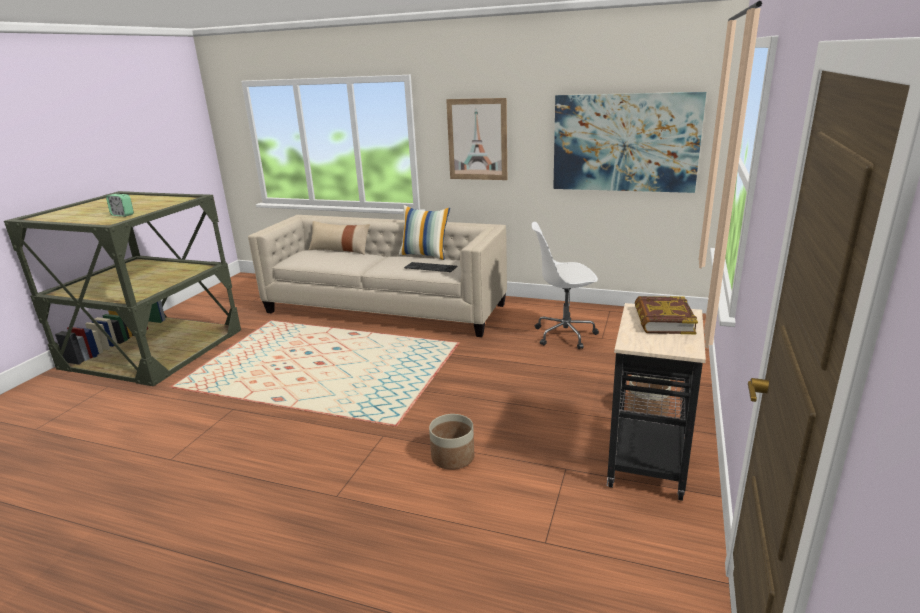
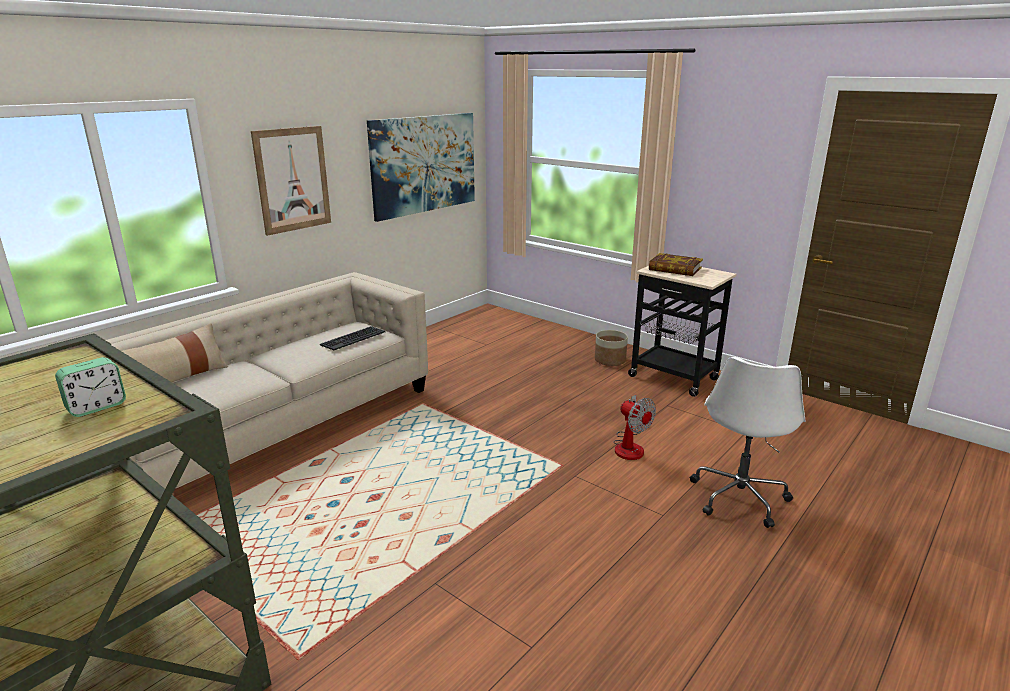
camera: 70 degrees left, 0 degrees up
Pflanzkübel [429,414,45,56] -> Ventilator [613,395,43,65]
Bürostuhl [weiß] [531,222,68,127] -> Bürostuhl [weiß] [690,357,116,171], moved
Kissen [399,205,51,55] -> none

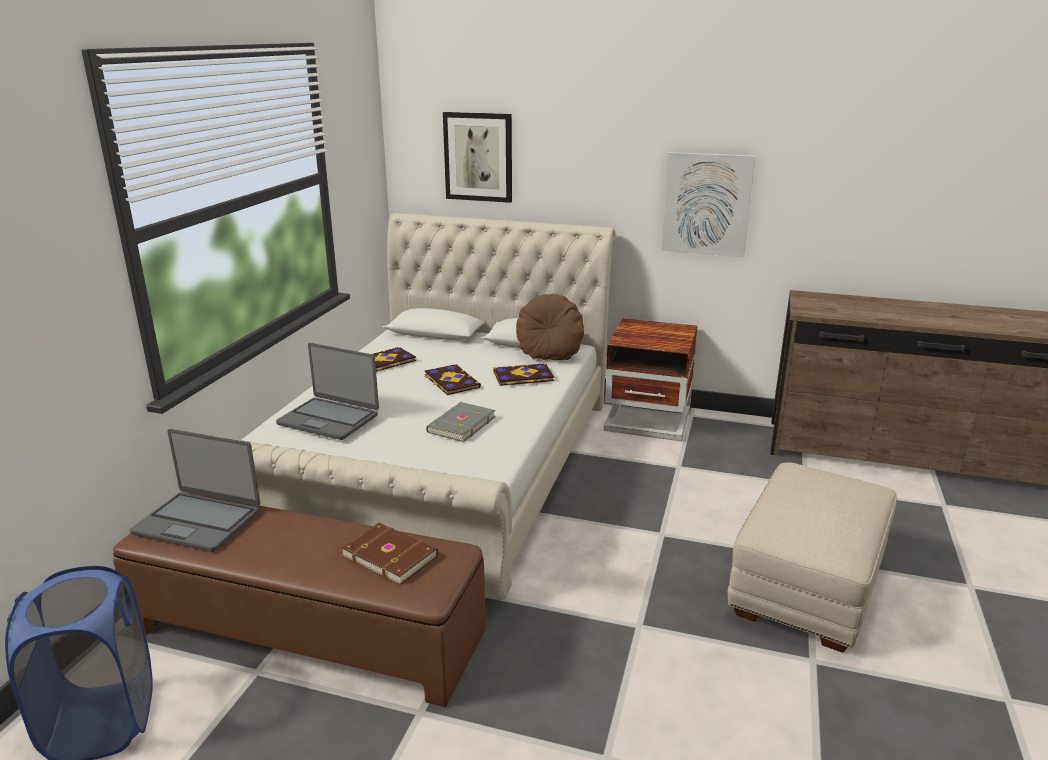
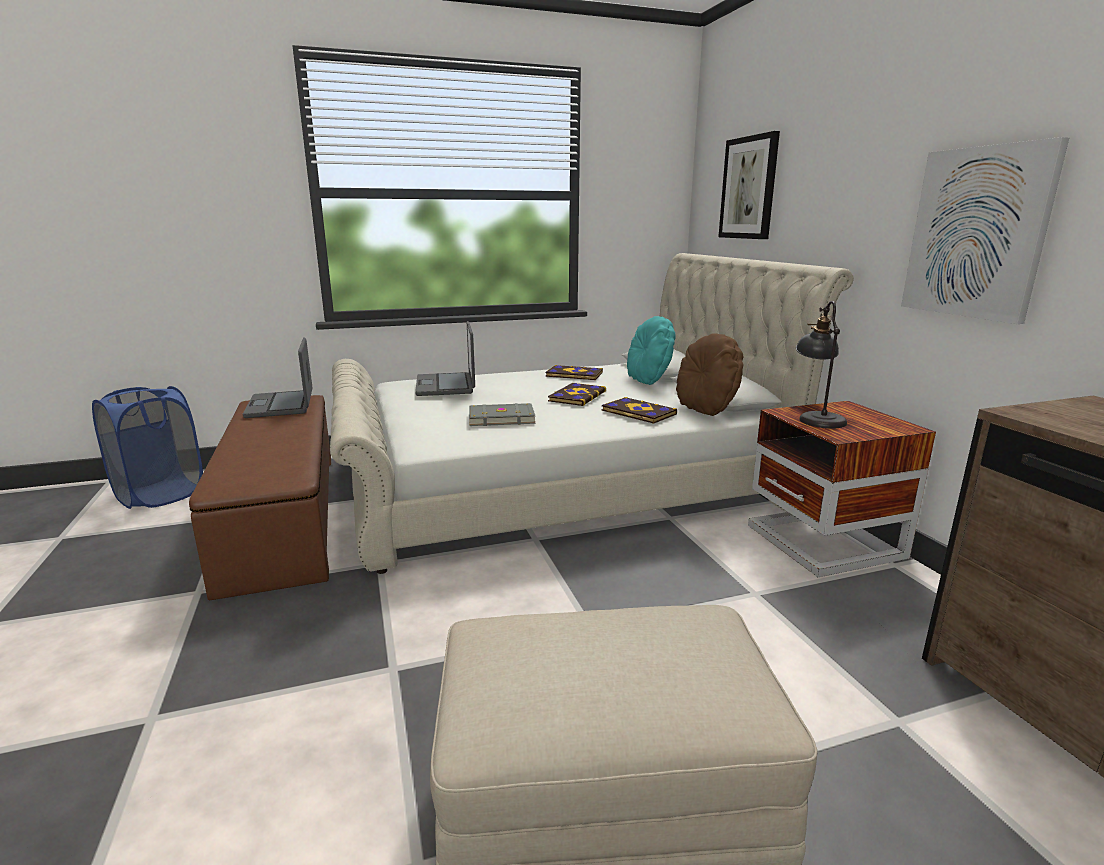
camera: 55 degrees right, 5 degrees down
none -> Kissen [türkis] [627,316,49,69]
none -> Tischlampe [grau] [796,301,51,128]
Buch [braun] [341,523,97,62] -> none

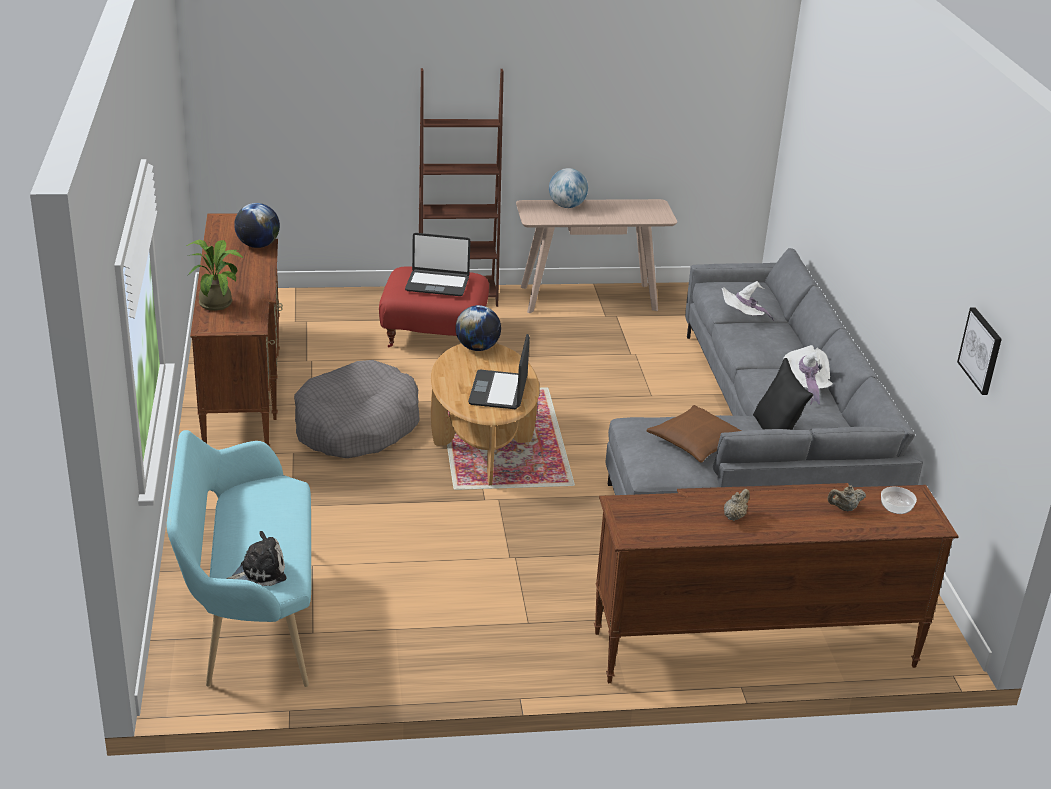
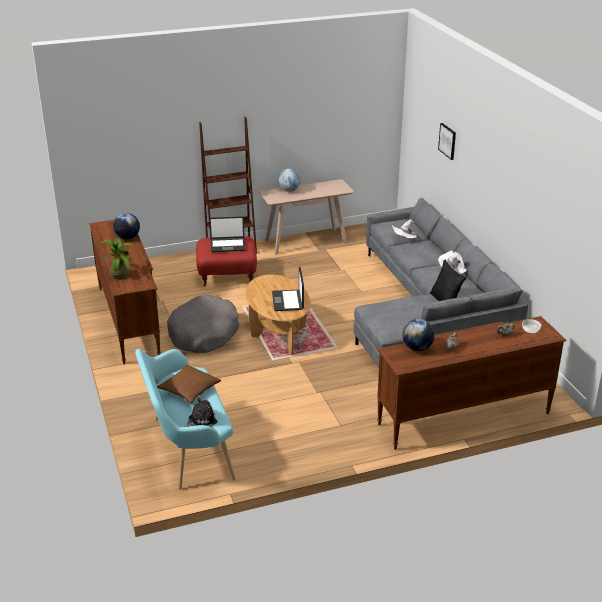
camera: 10 degrees left, 0 degrees up
Kissen [braun] [647,405,94,58] -> Kissen [braun] [157,365,64,39], moved
Globus [455,305,46,46] -> Globus [402,319,33,32], moved
Bild [957,307,45,88] -> Bild [438,123,18,37], moved

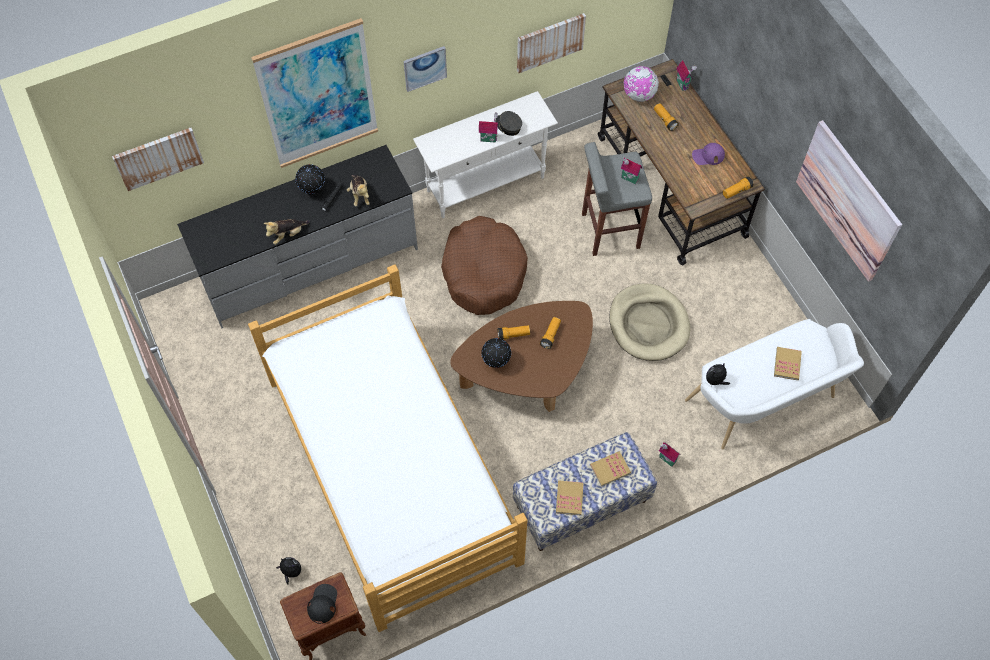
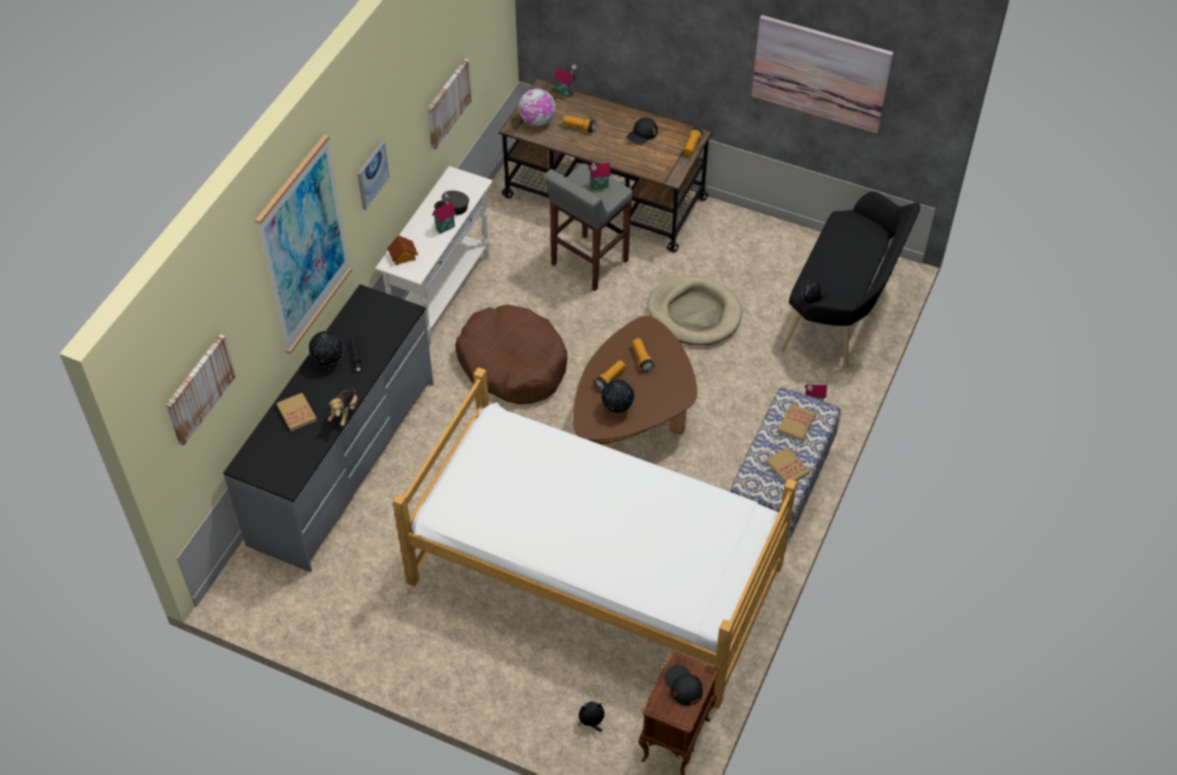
camera: 40 degrees left, 10 degrees down
Buch [774,347,28,33] -> Buch [276,393,41,39], moved
none -> Spielzeughaus [387,235,31,30]
Kappe [lila] [692,143,33,22] -> Kappe [schwarz] [627,118,31,27]
Bank [weiß] [685,319,179,130] -> Bank [schwarz] [781,191,139,176]
Plüschtier [347,175,23,31] -> none

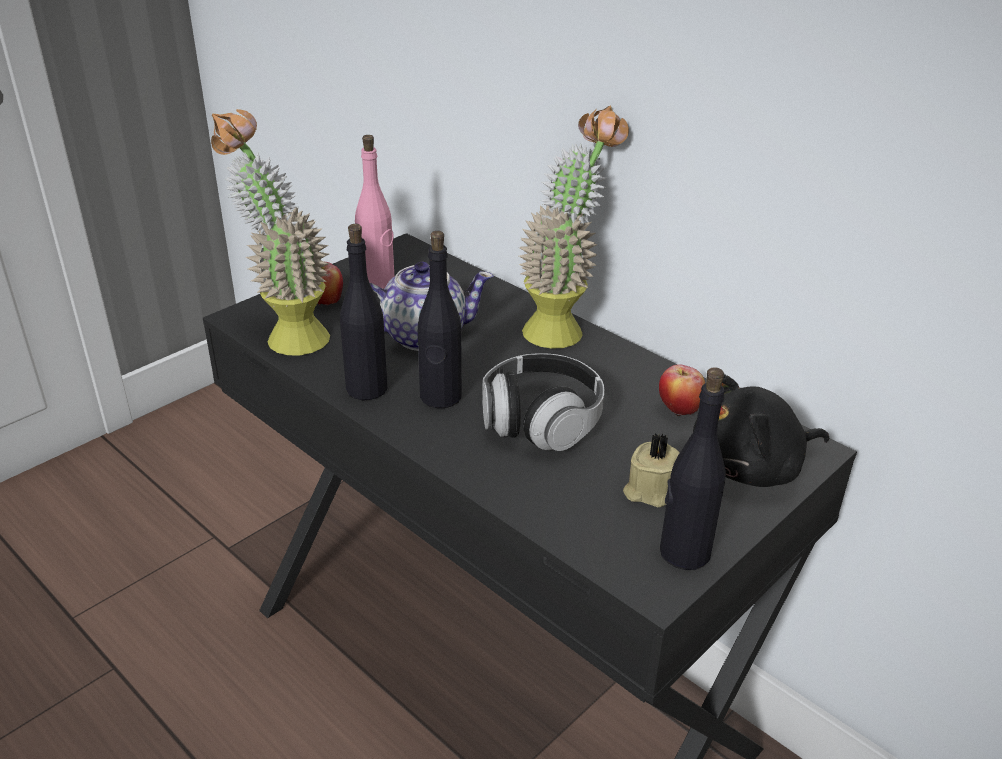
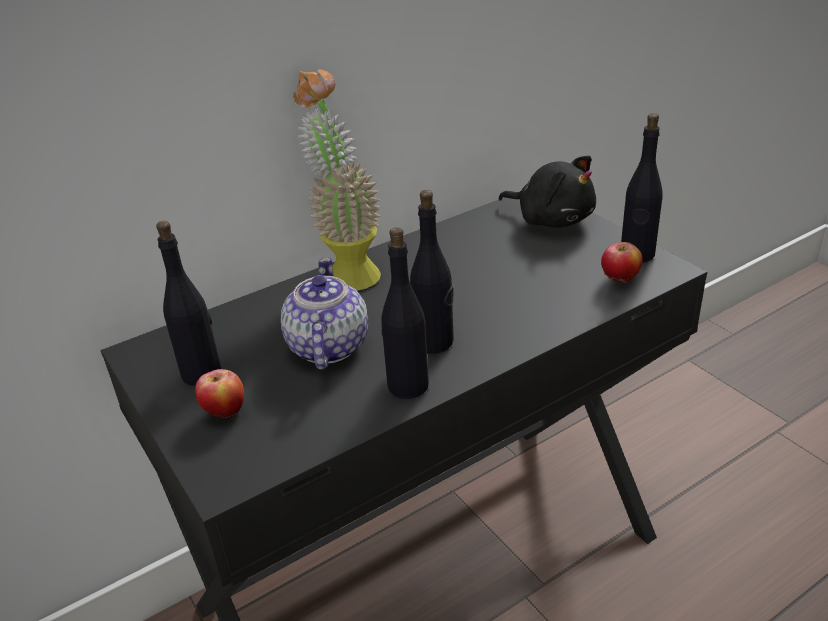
camera: 75 degrees left, 0 degrees up
Flasche [rosa] [355,135,39,154] -> Flasche [schwarz] [156,221,65,165]
Plüschtier [schwarz] [693,375,137,112] -> Plüschtier [schwarz] [499,155,97,73], 45 degrees counterclockwise
Apfel [659,364,46,52] -> Apfel [601,242,41,41], moved
Topfpflanze [211,109,119,246] -> none
Kopfhörer [482,353,122,98] -> none
Kerze [beige] [623,433,56,74] -> none

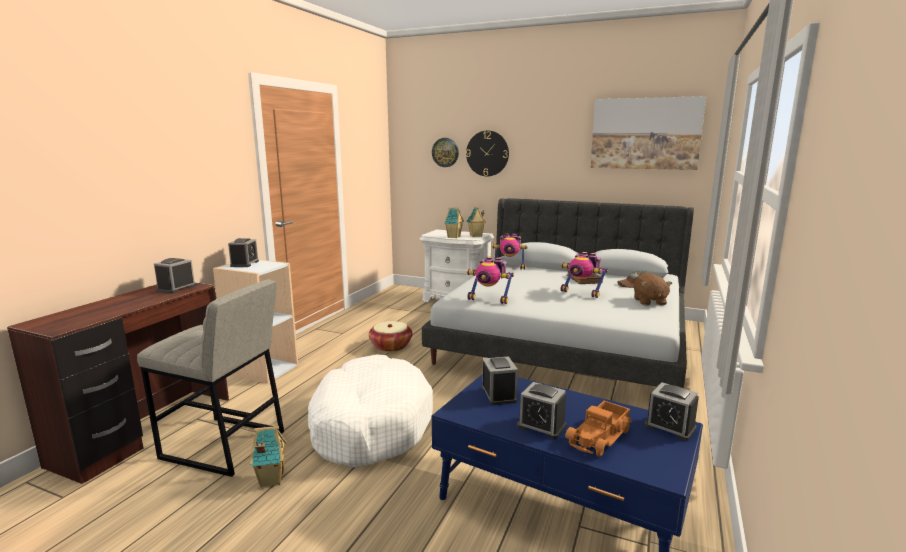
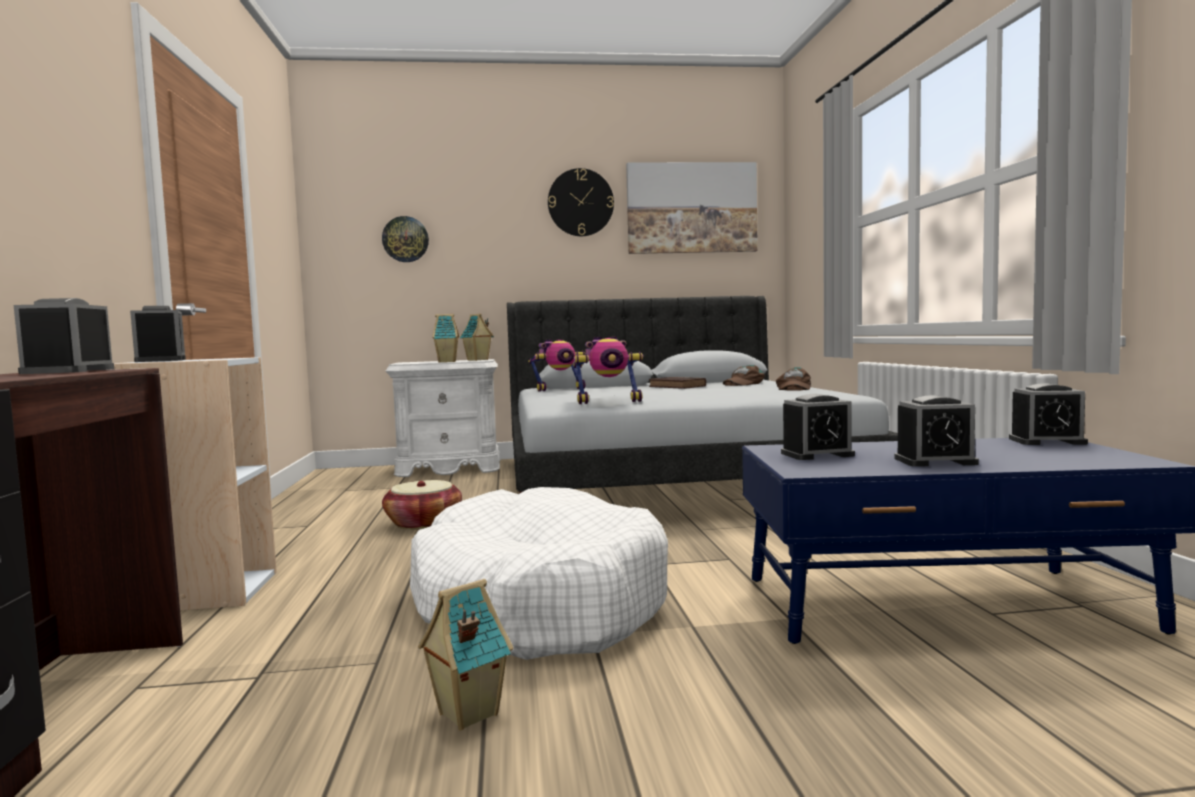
camera: 30 degrees left, 10 degrees down
Wanduhr [466,131,43,45] -> Wanduhr [548,168,66,68], moved
Plüschtier [braun] [634,273,38,32] -> Kappe [braun] [776,367,35,23]
Wecker [482,356,36,49] -> Wecker [781,394,74,66], 120 degrees clockwise
Stuhl [grau] [137,279,147,198] -> none
Spielzeugroboter [561,252,47,46] -> none
Spielzeuglaster [565,401,67,56] -> none

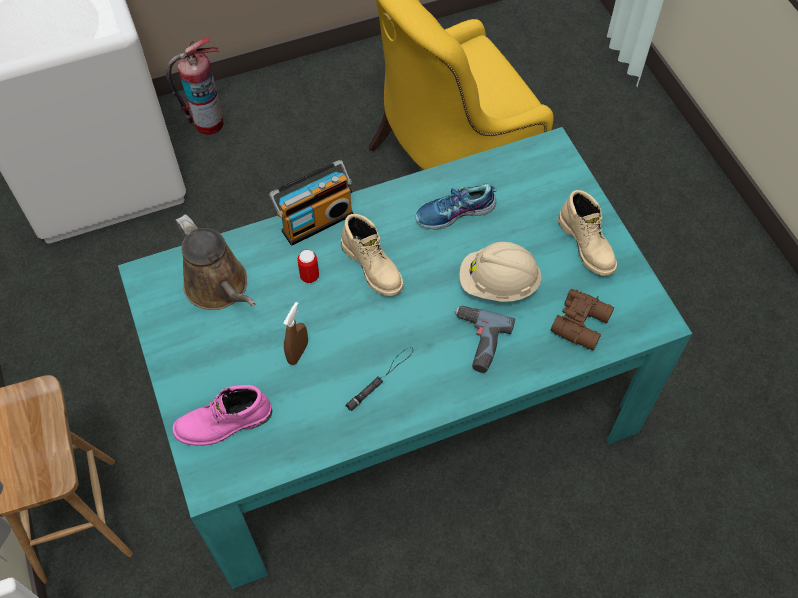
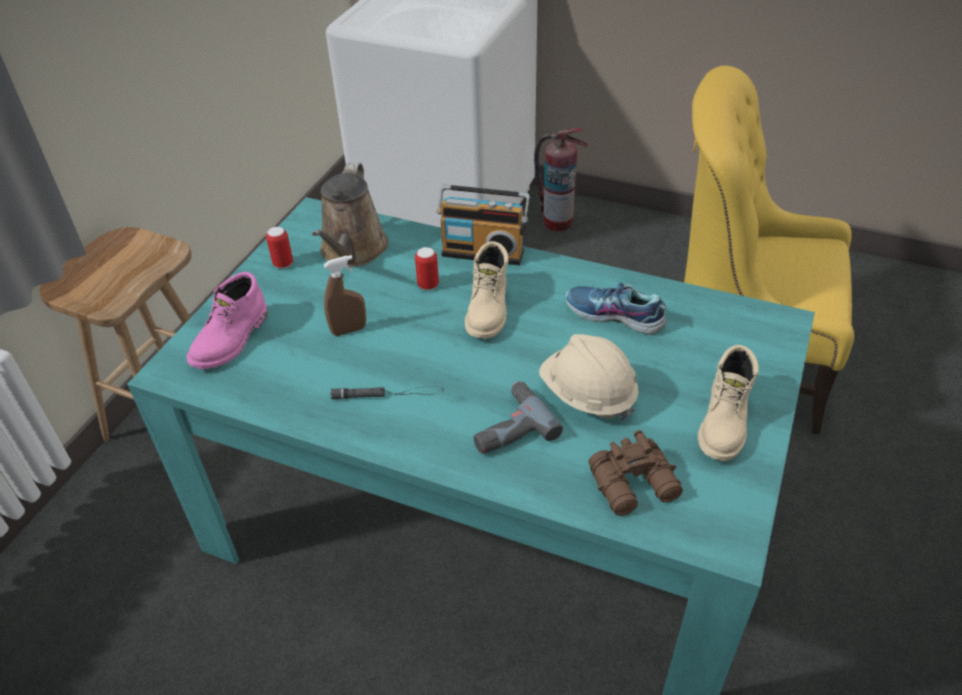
camera: 45 degrees right, 15 degrees down
Stiefel [rosa] [173,385,99,61] -> Stiefel [rosa] [187,272,81,97], 90 degrees counterclockwise
none -> Dose [266,227,27,41]

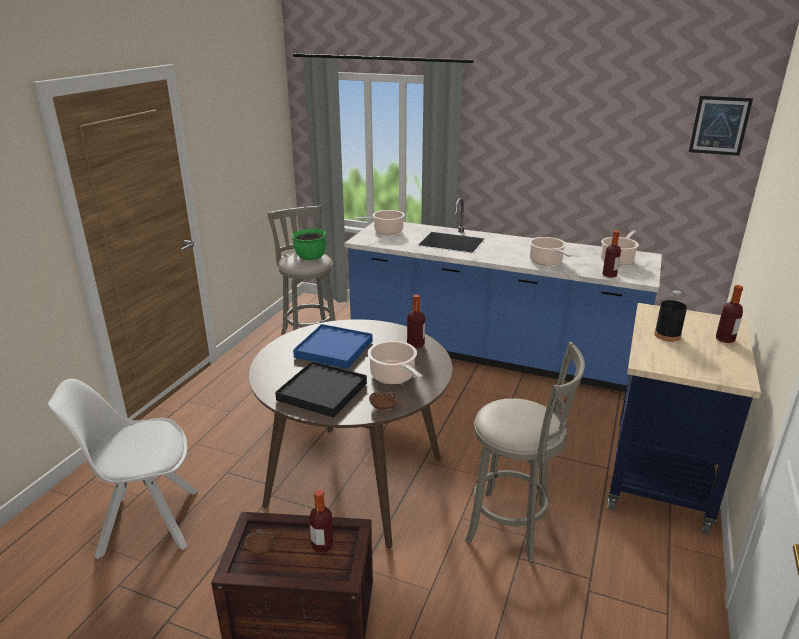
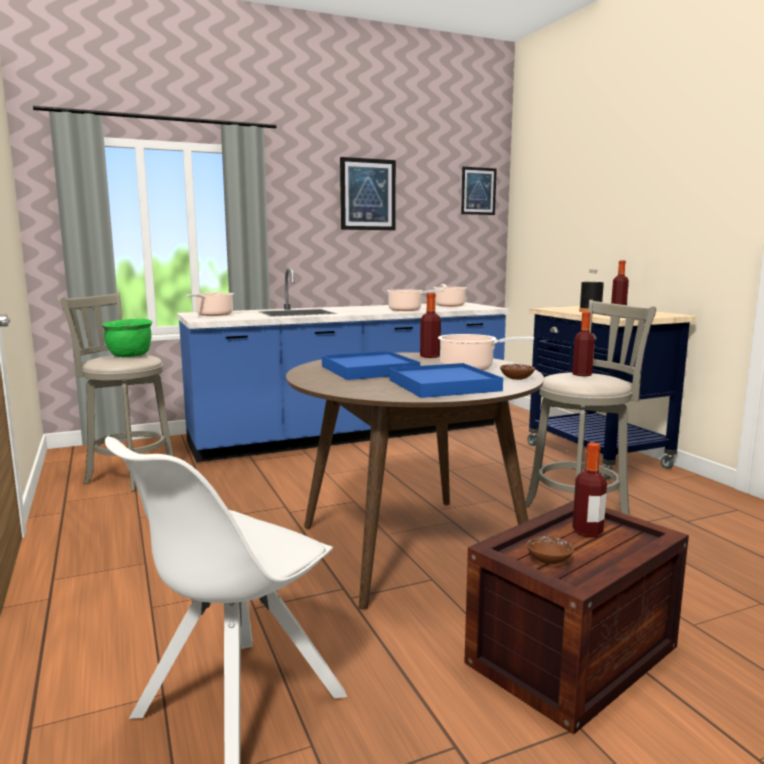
camera: 45 degrees left, 15 degrees down
none -> Bild [340,157,56,73]
Tablett [schwarz] [275,361,92,57] -> Tablett [blau] [389,363,114,35]
Flasche [603,231,18,47] -> Flasche [572,312,23,64], moved

